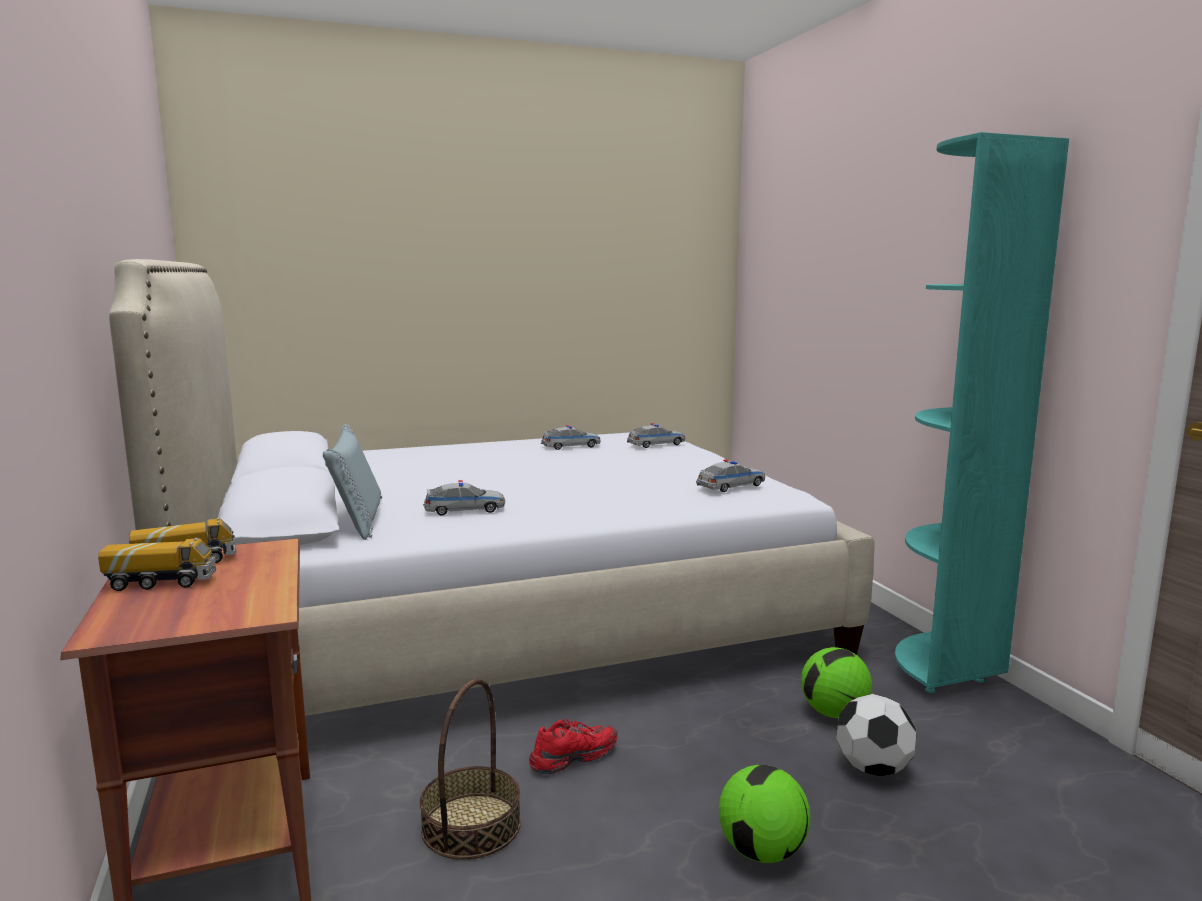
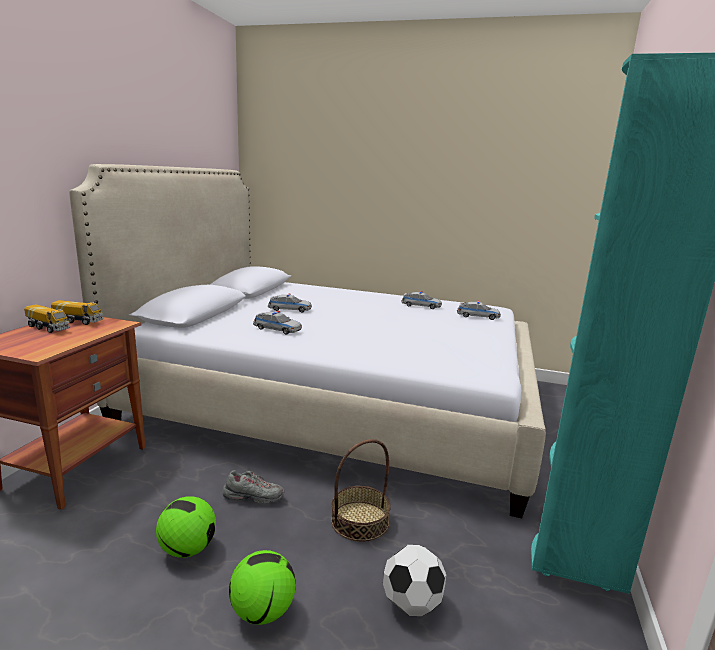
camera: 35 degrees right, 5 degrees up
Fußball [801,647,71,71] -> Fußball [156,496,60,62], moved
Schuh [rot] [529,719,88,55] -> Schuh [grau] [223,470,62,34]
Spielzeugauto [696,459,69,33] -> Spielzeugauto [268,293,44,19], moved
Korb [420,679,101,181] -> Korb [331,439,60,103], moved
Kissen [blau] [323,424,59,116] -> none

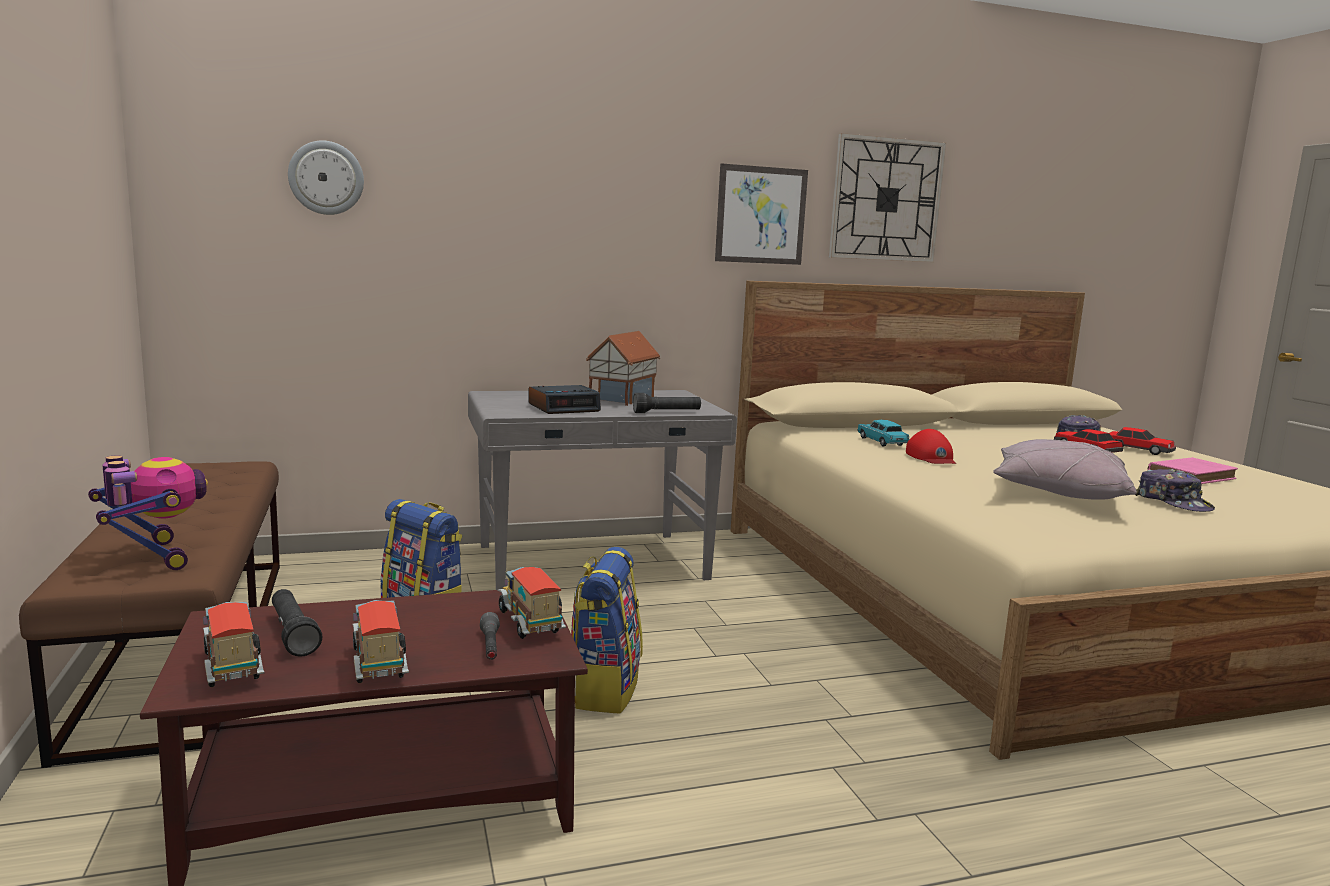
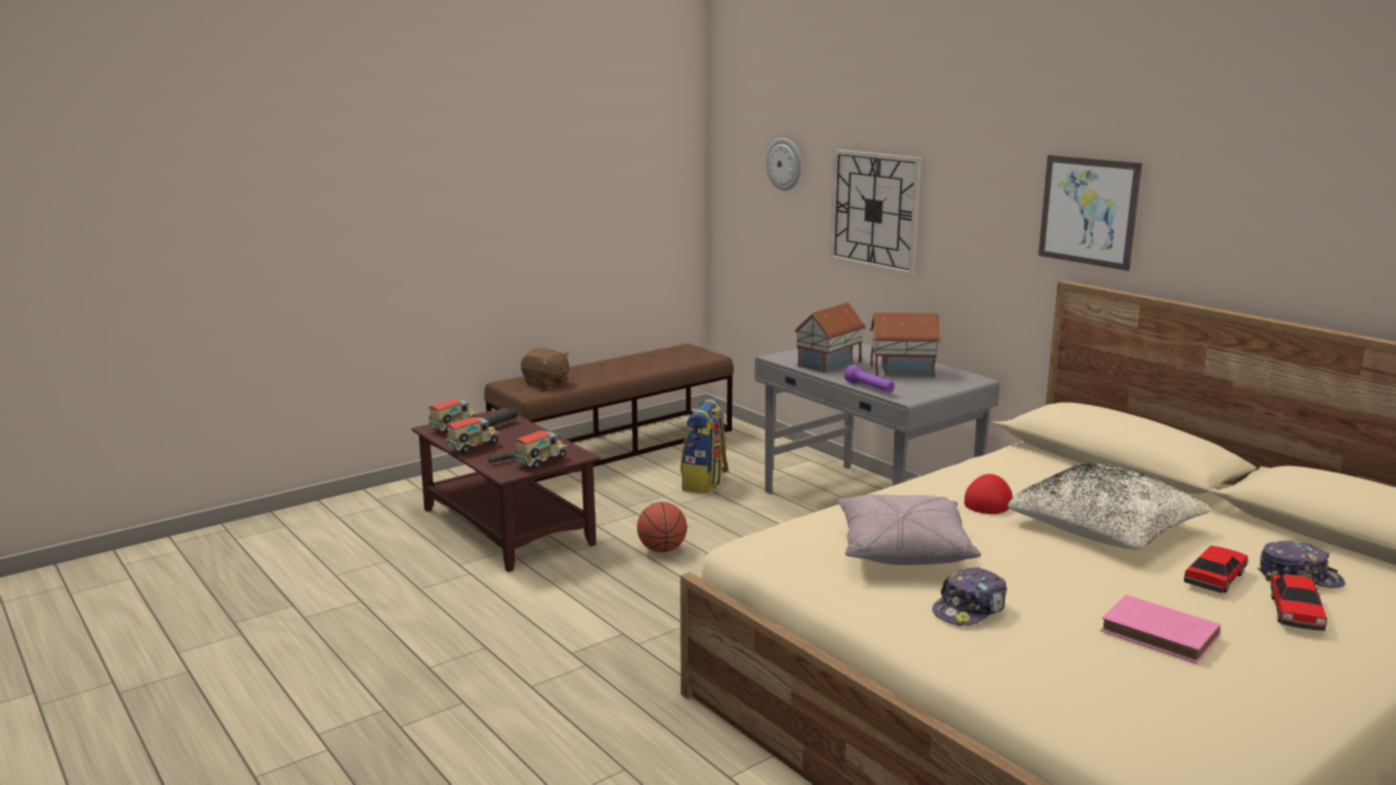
camera: 70 degrees right, 5 degrees up
Spielzeugroboter [88,456,120,114] -> Plüschtier [braun] [521,348,48,40]
Rucksack [571,547,72,167] -> Basketball [637,502,50,50]
Wecker [529,385,72,29] -> Spielzeughaus [794,303,72,70]
Wanduhr [829,133,117,129] -> Wanduhr [830,149,92,127], moved
Taschenlampe [schwarz] [633,393,68,20] -> Taschenlampe [lila] [844,365,51,28]
Kappe [rot] [906,429,50,35] -> Kappe [rot] [964,474,49,40], 150 degrees clockwise
none -> Kissen [beige] [1007,463,203,87]
Spielzeugauto [türkis] [857,420,52,26] -> none

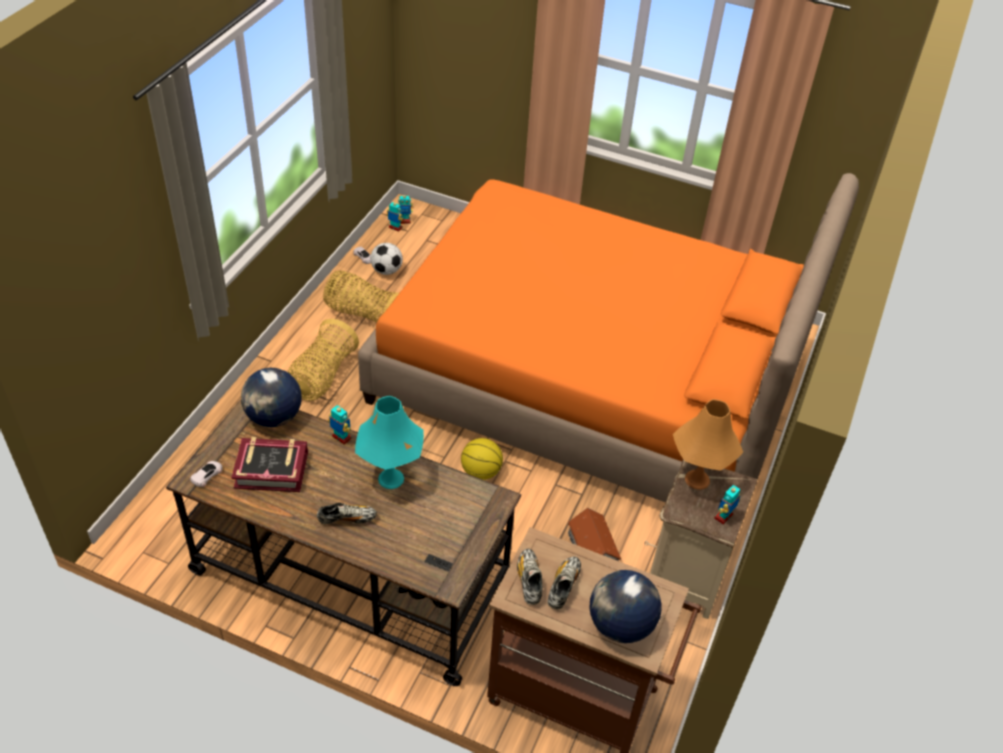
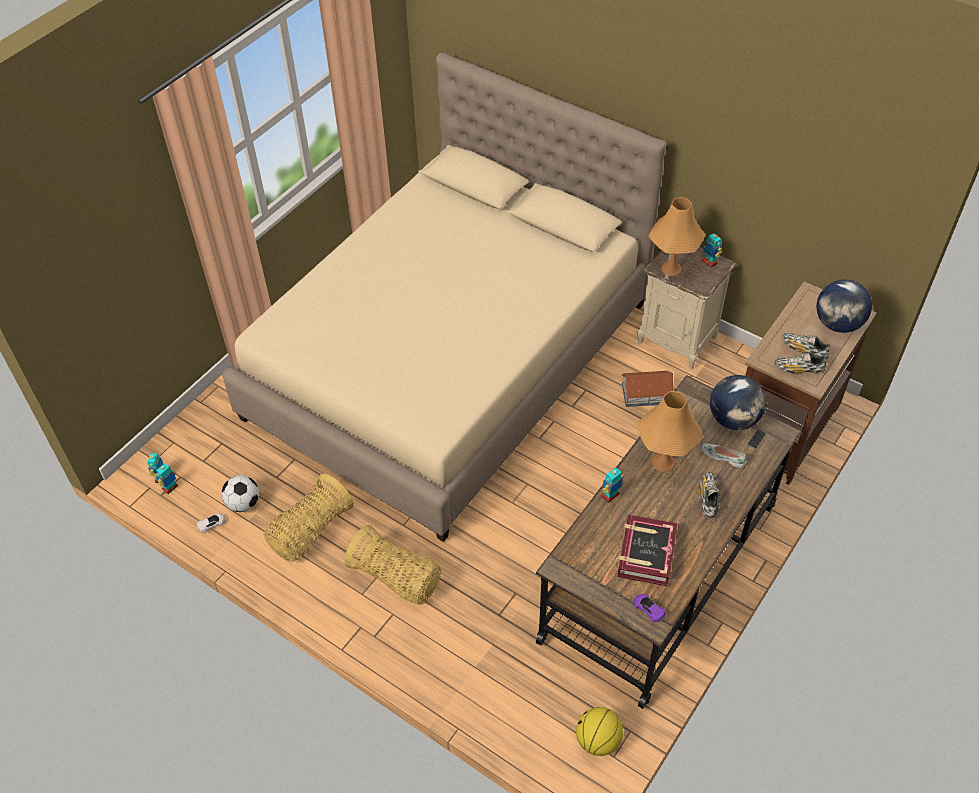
camera: 75 degrees left, 5 degrees up
Bett [orange] [358,173,501,344] -> Bett [beige] [222,53,444,489]
Basketball [461,438,42,42] -> Basketball [576,707,47,49], moved
Spielzeugauto [weiß] [190,461,33,26] -> Spielzeugauto [lila] [634,594,32,28]
Tischlampe [türkis] [355,396,69,93] -> Tischlampe [orange] [636,391,67,81]
none -> Schuh [weiß] [702,443,44,25]
Globus [241,368,61,59] -> Globus [710,375,56,55], moved

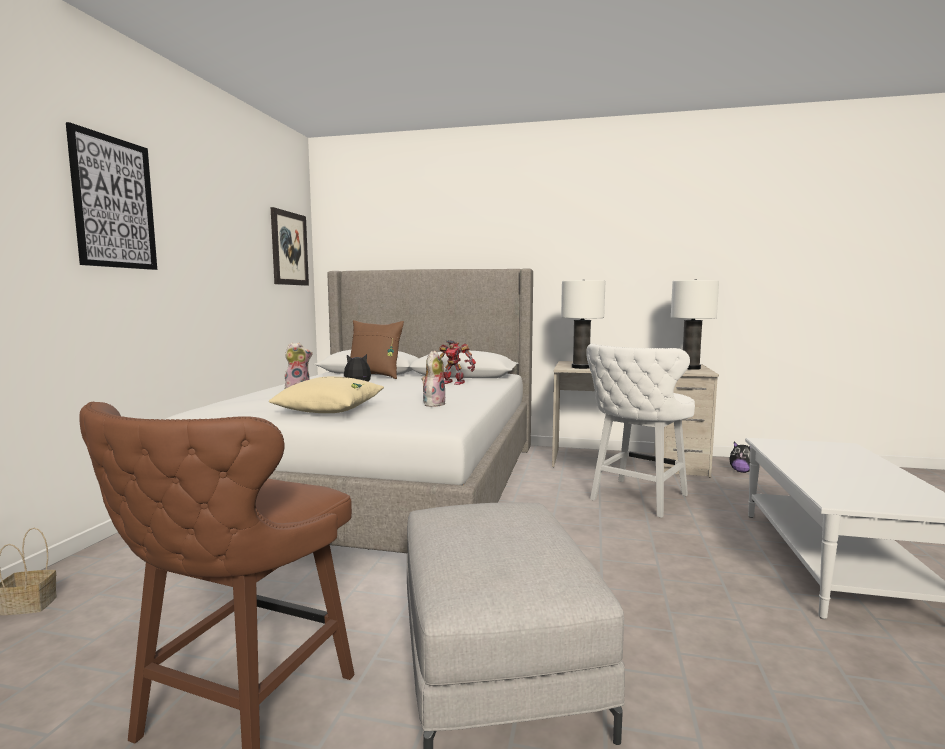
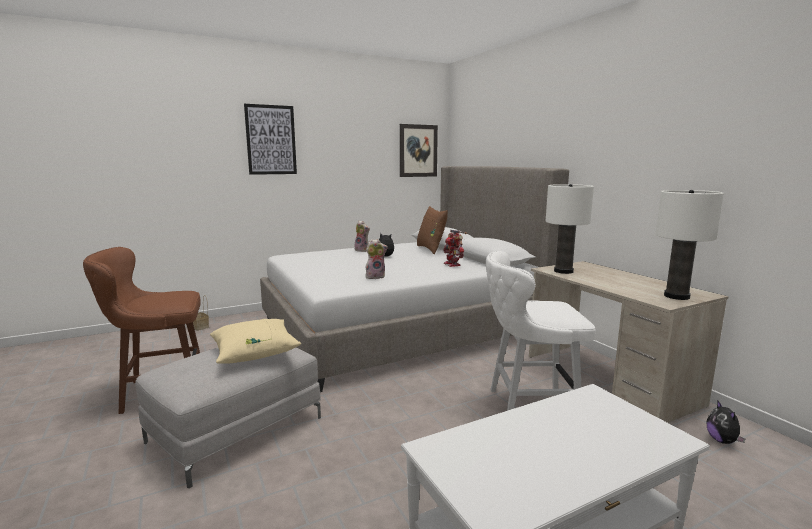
camera: 50 degrees right, 5 degrees up
Kissen [beige] [269,377,115,36] -> Kissen [beige] [210,319,91,45], moved

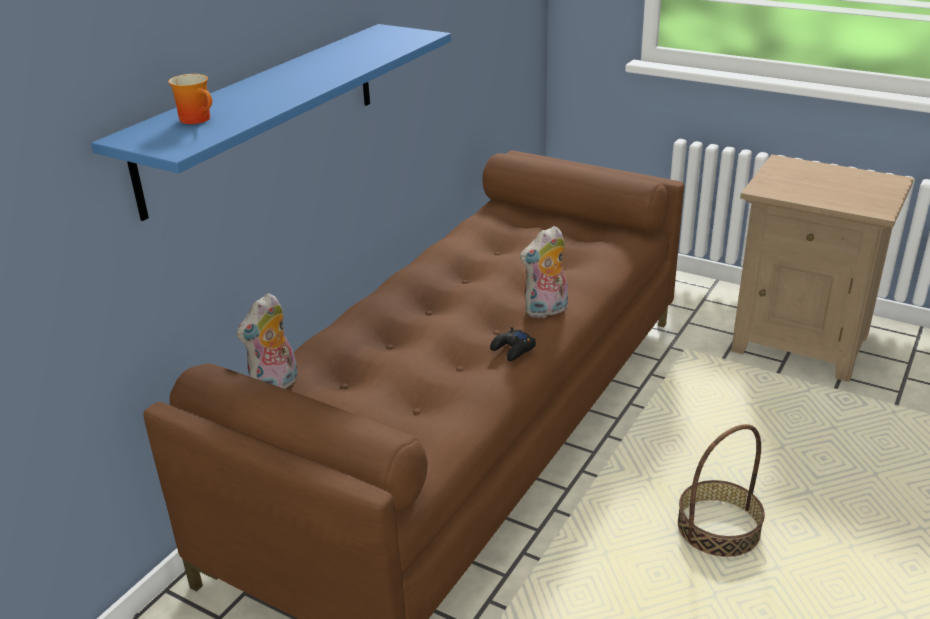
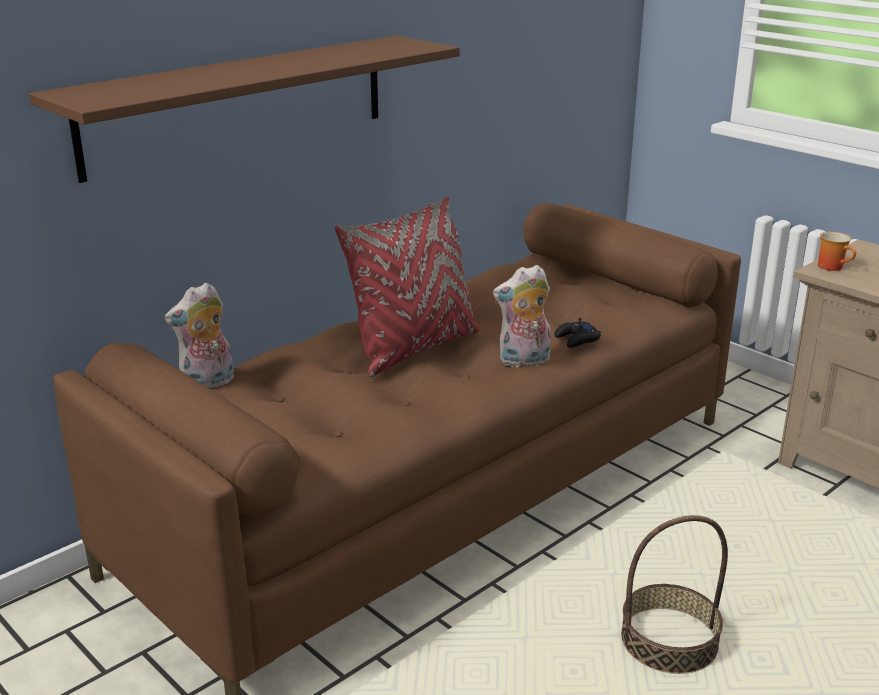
camera: 15 degrees right, 5 degrees down
Wandregal [blau] [91,24,360,197] -> Wandregal [braun] [29,35,431,148]
none -> Kissen [rot] [335,197,144,180]
Gamepad [schwarz] [490,327,46,34] -> Gamepad [schwarz] [554,318,47,30], moved
Henkelbecher [168,74,44,50] -> Henkelbecher [818,232,38,39], moved

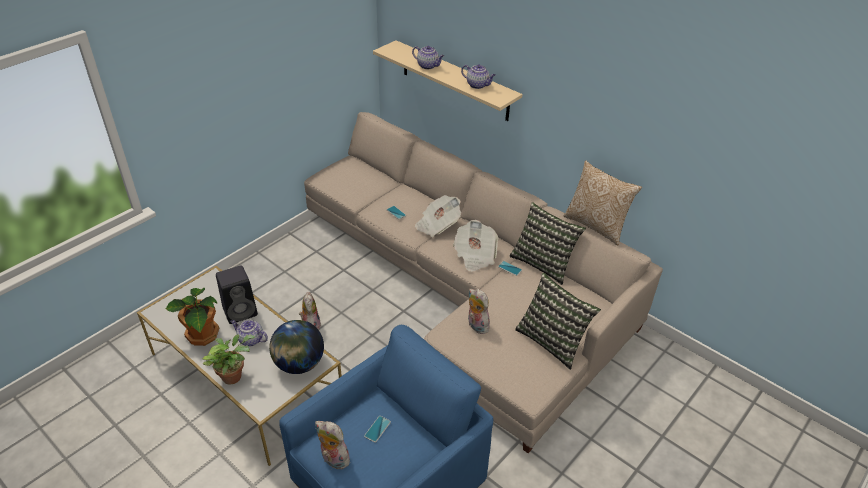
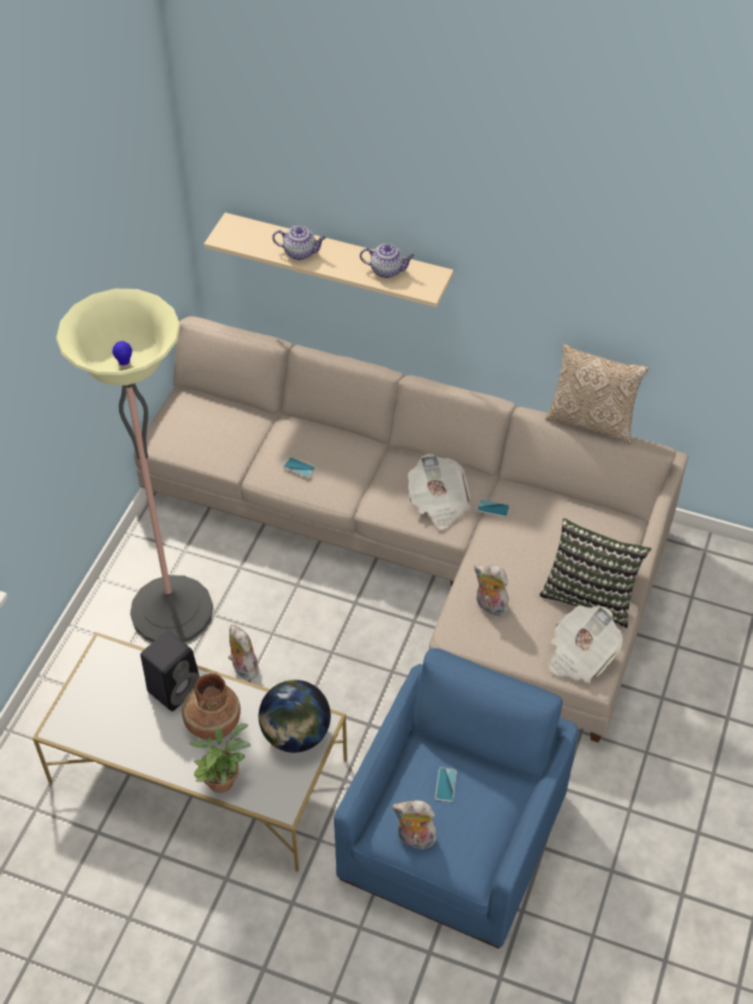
camera: 20 degrees left, 10 degrees up
none -> Stehlampe [56,289,157,353]
Teekanne [230,320,38,26] -> Vase [braun] [182,673,59,67]
Zeitung [415,195,46,42] -> Zeitung [548,605,75,78], moved
Topfpflanze [166,288,53,58] -> none
Kissen [510,202,76,83] -> none

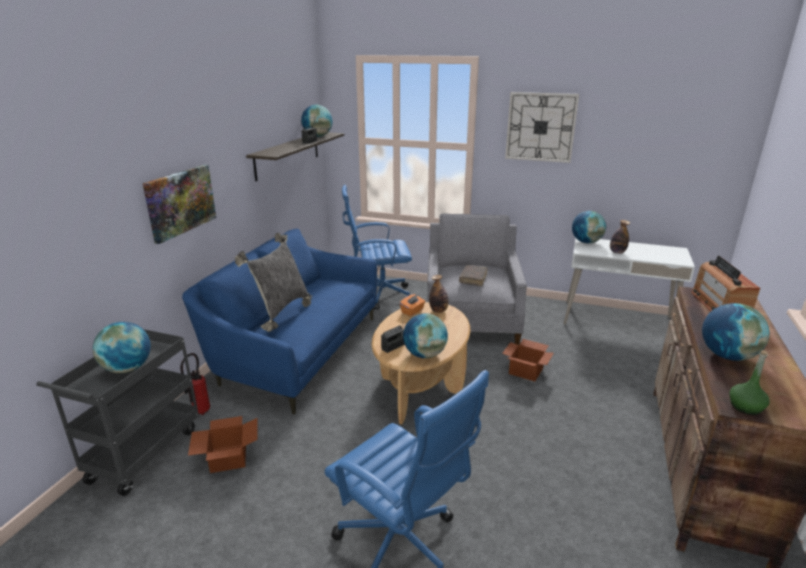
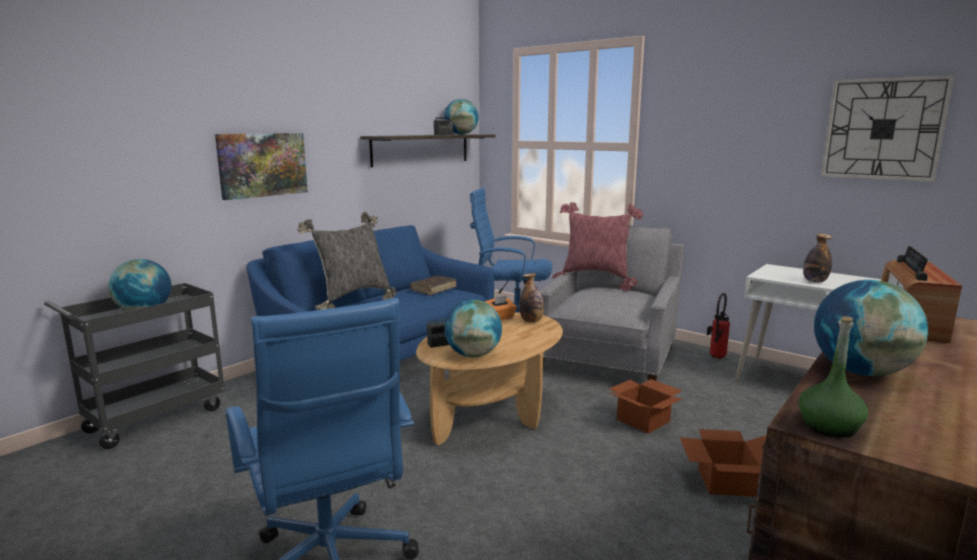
camera: 20 degrees right, 10 degrees down
Buch [braun] [459,265,28,21] -> Buch [braun] [410,276,46,19], moved
none -> Kissen [rot] [552,202,91,89]
Karton [188,416,69,57] -> Karton [680,429,86,68], moved
Feuerlöscher [180,353,30,62] -> Feuerlöscher [707,293,23,66], moved
Wanduhr [505,92,74,71] -> Wanduhr [821,75,133,107], moved
Globus [572,211,34,32] -> none

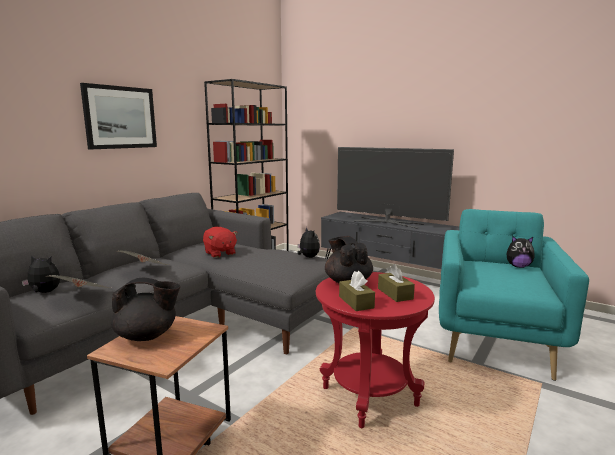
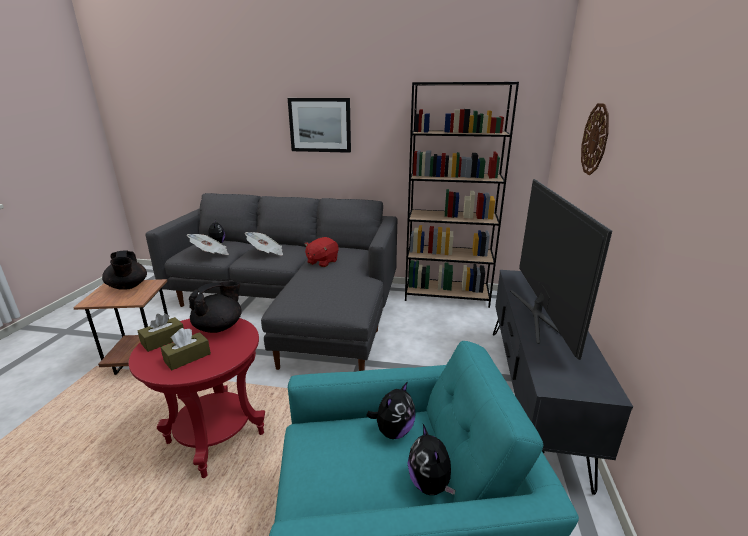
camera: 65 degrees right, 10 degrees up
Plüschtier [298,227,22,31] -> Plüschtier [366,381,50,58], moved
none -> Wanduhr [581,103,28,72]

